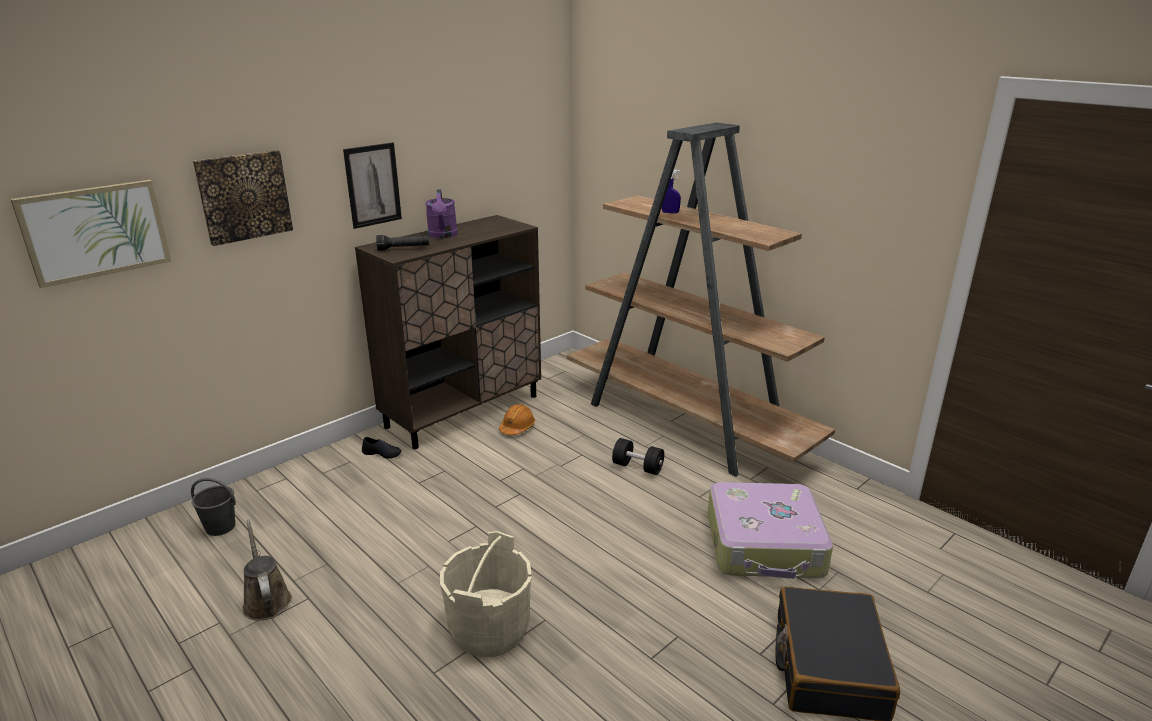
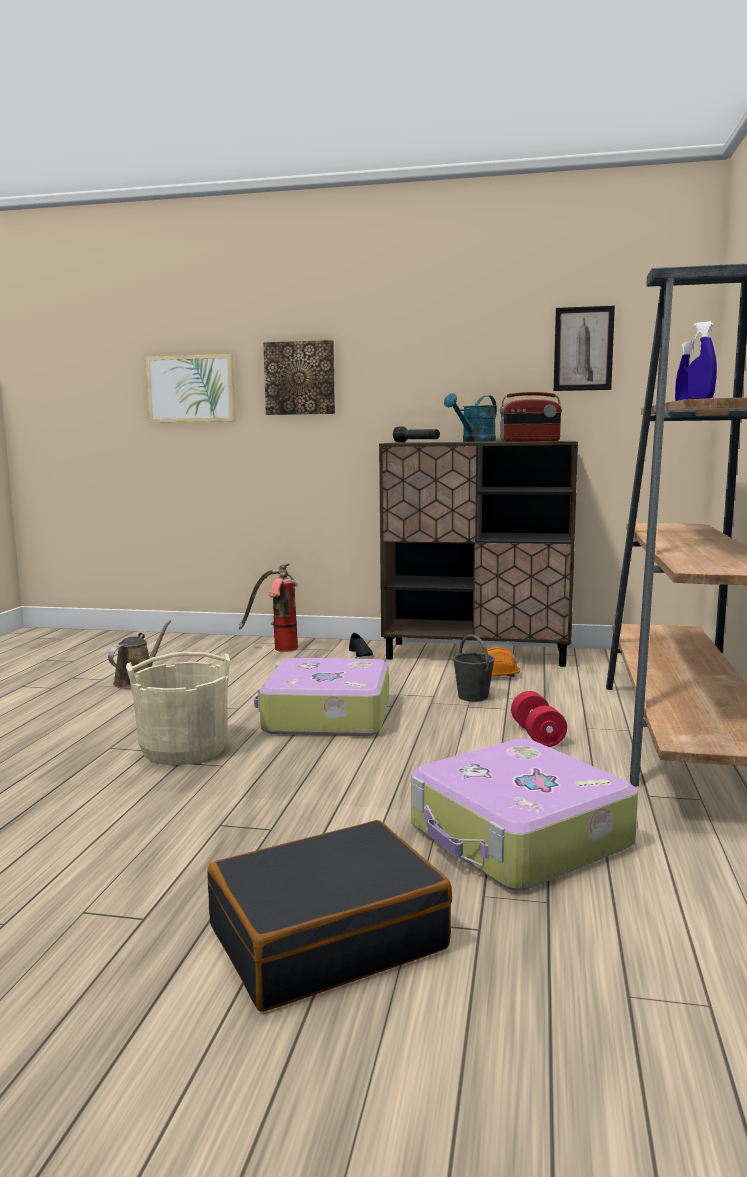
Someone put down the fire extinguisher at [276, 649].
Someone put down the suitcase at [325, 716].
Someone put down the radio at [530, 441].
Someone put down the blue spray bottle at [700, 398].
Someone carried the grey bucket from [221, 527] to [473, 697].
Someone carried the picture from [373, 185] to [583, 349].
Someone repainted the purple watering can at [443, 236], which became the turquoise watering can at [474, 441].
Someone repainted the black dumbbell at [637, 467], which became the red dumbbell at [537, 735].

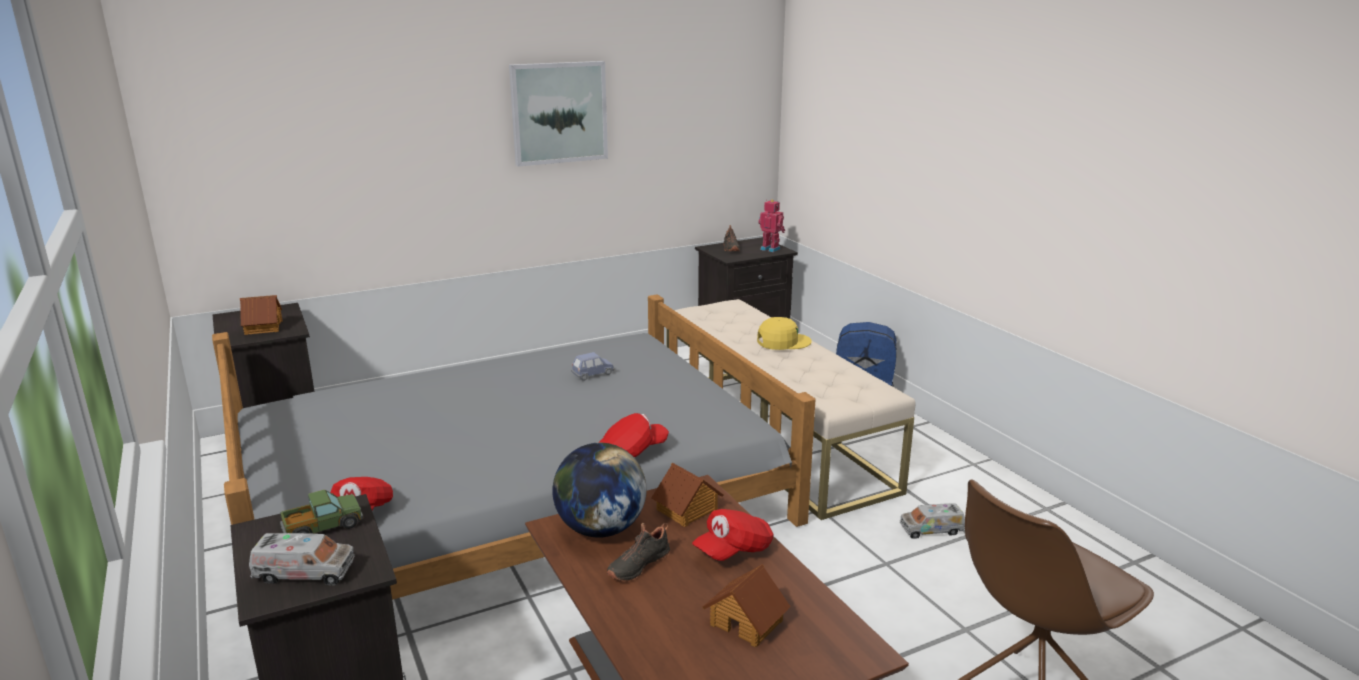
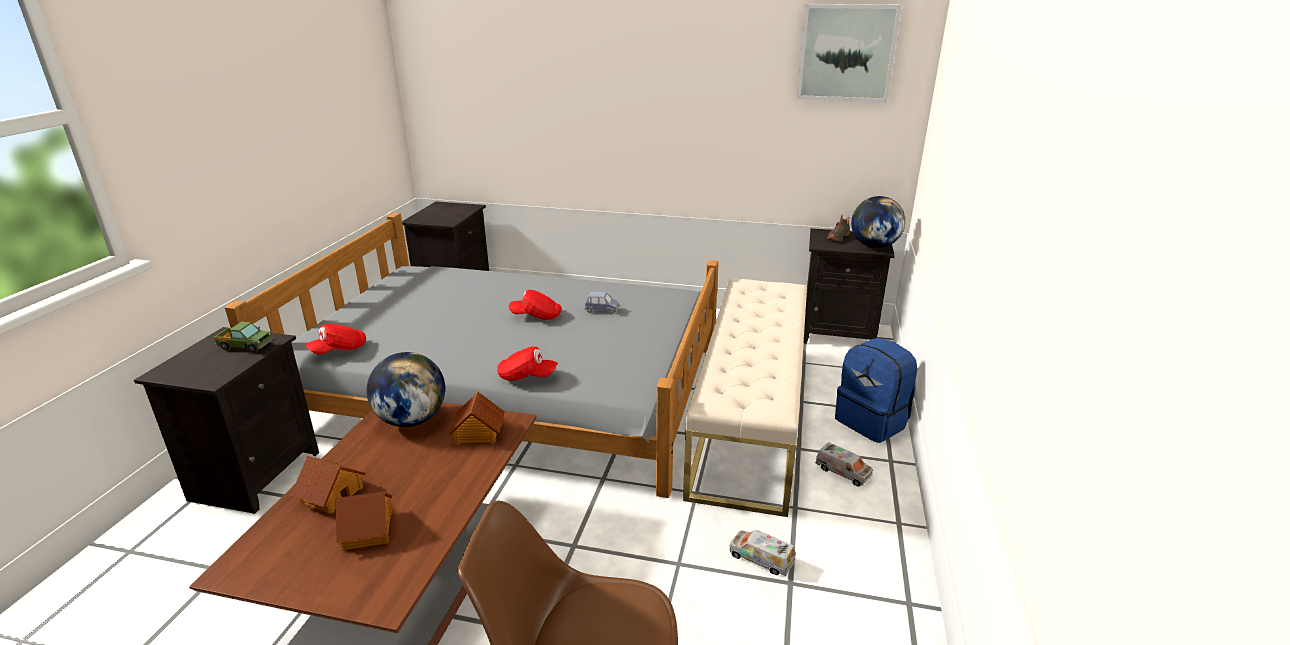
Someone took away the black shoe at [637, 565].
Someone took away the yellow cap at [783, 342].
Someone carried the toy house from [263, 327] to [331, 494].
Someone carried the toy truck from [305, 572] to [843, 472].
Someone carried the picture from [559, 112] to [846, 53].
Someone carried the red cap from [733, 550] to [536, 316].
Someone swapped the toy robot at [771, 249] for the globe at [874, 246].

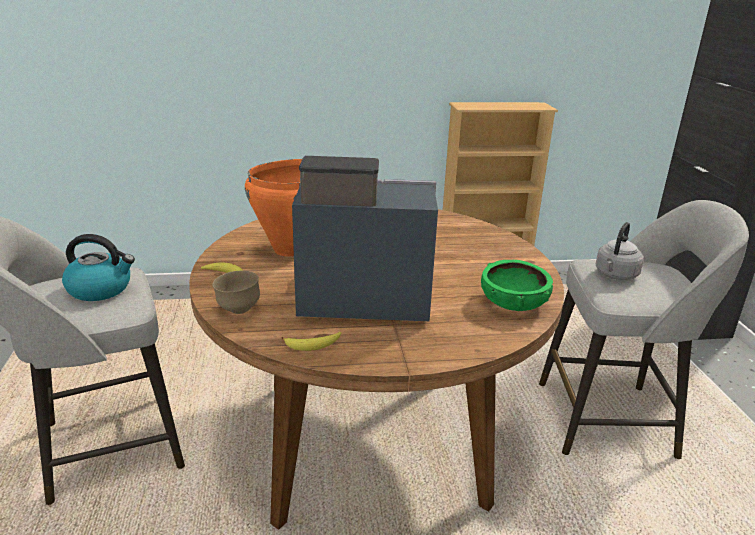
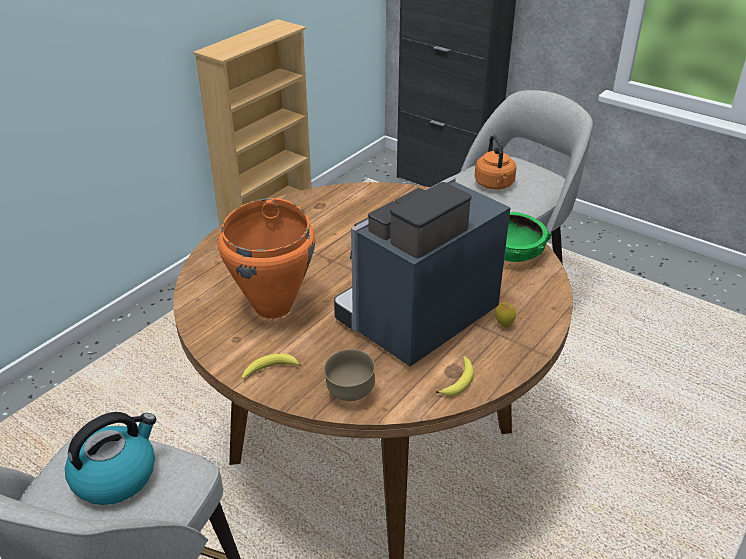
Someone put down the lemon at [504, 325].
Someone repainted the grey kettle at [615, 275], which became the orange kettle at [494, 185].

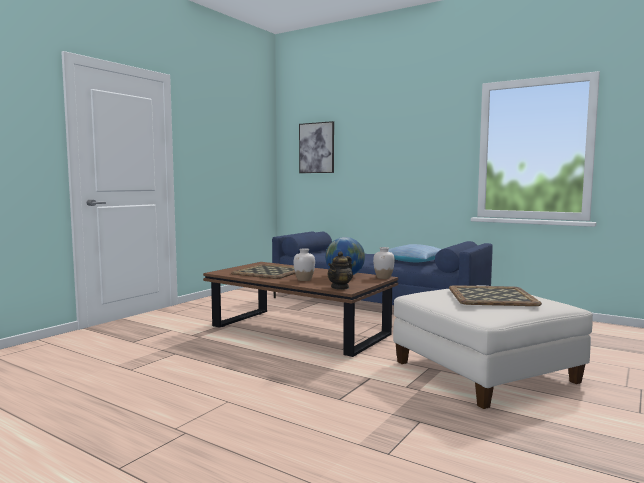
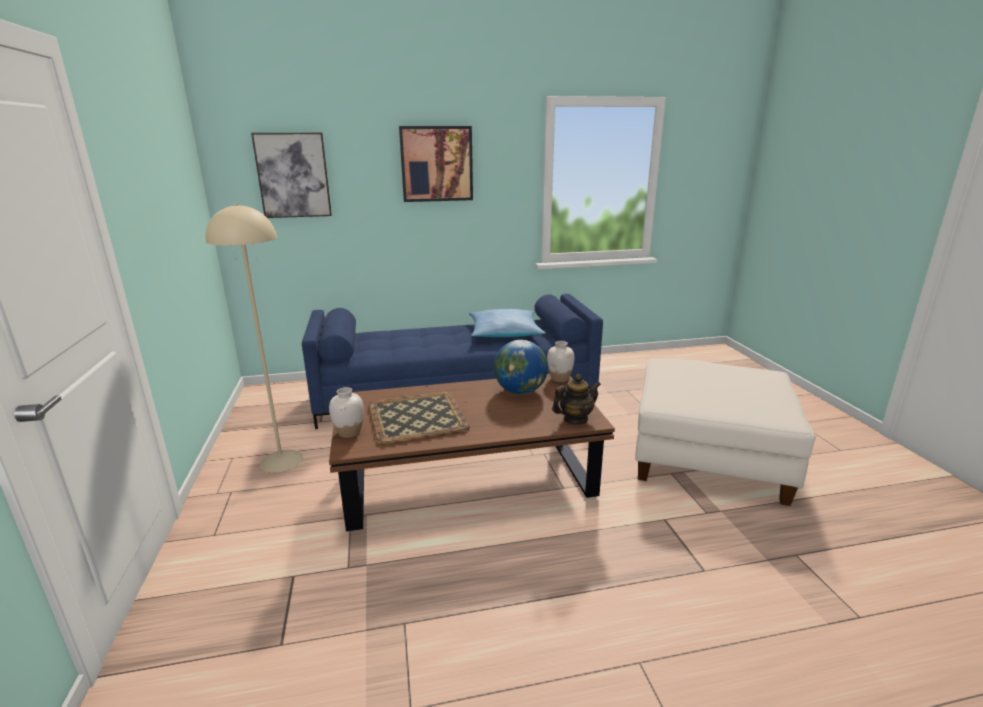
Someone took away the tray at [492, 297].
Someone put down the beige floor lamp at [281, 460].
Someone put up the picture at [436, 164].
Someone carried the white vase from [304, 279] to [349, 432].
Someone rotated the teapot at [340, 287] by 105 degrees counterclockwise.

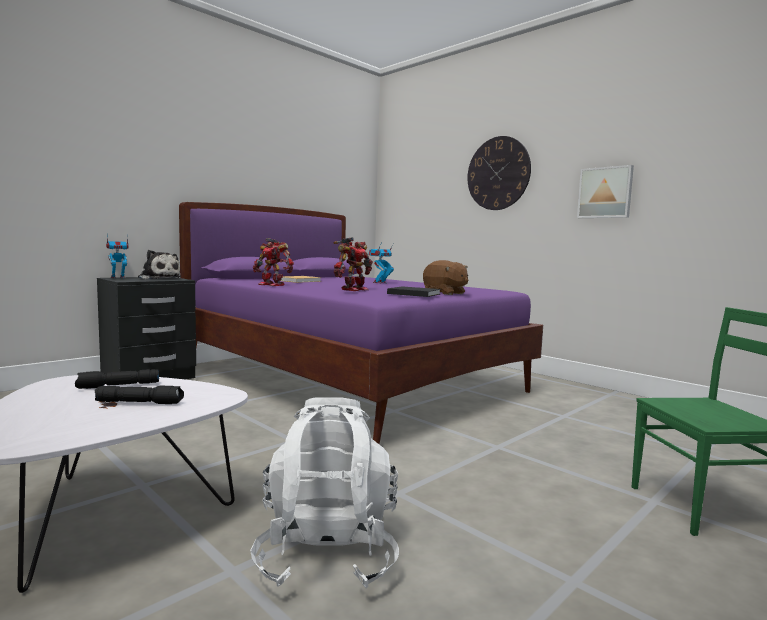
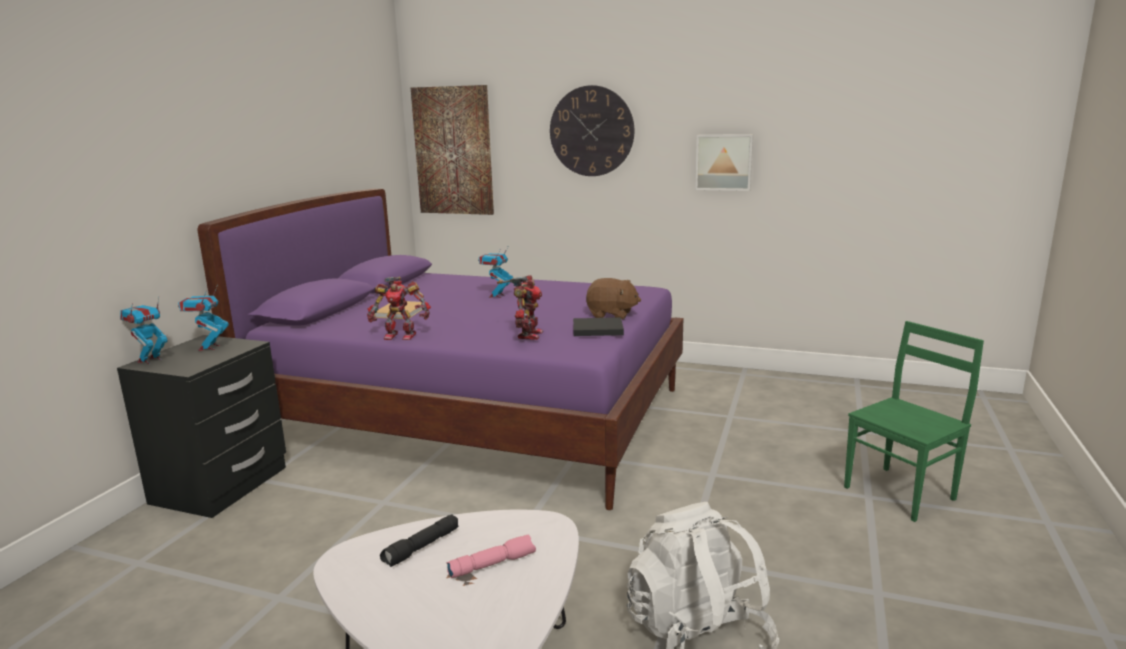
Someone put up the picture at [453, 151].
Someone swapped the plush toy at [158, 278] for the toy robot at [209, 347].
Someone repainted the black flashlight at [140, 403], which became the pink flashlight at [492, 564].

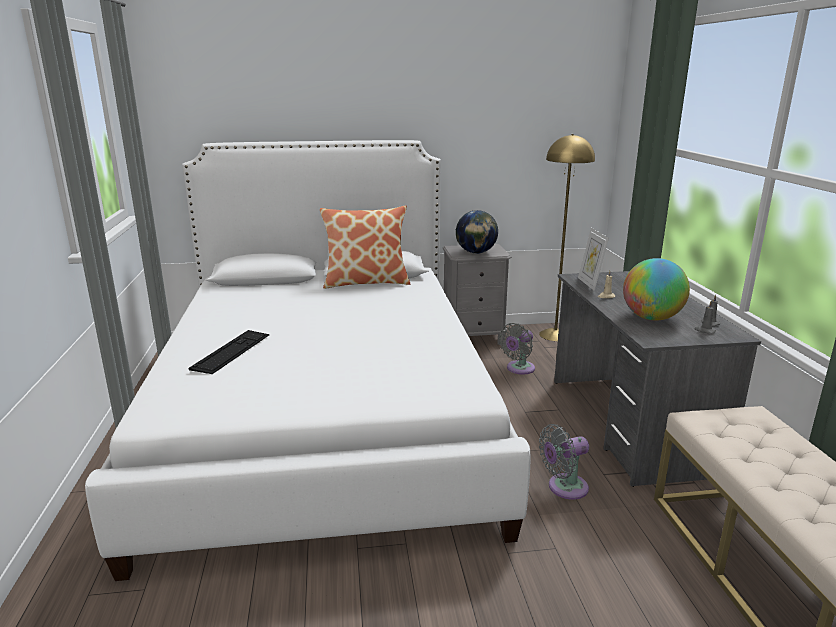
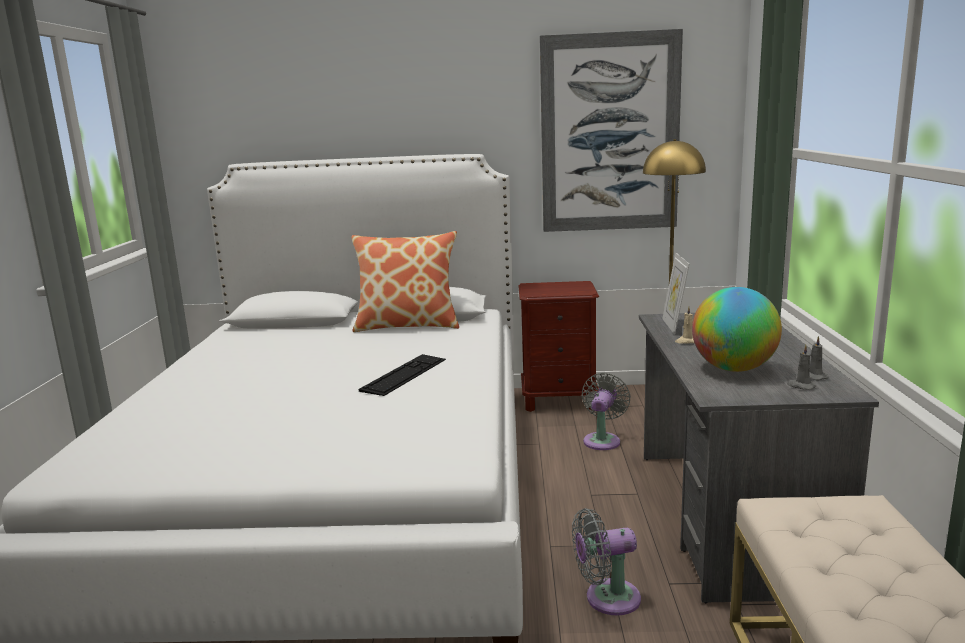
Someone took away the globe at [476, 253].
Someone put up the picture at [609, 134].
Someone carried the keyboard from [231, 351] to [404, 374].
Someone repainted the grey nightstand at [474, 338], which became the brown nightstand at [559, 400].
Someone rotated the grey fan at [518, 369] by 150 degrees clockwise.

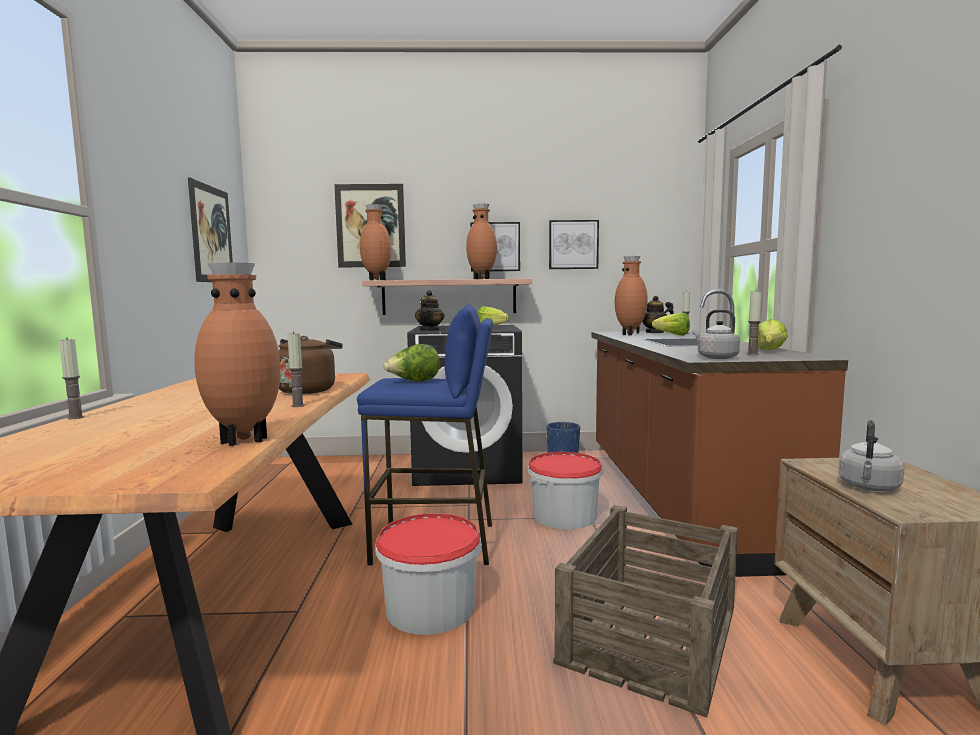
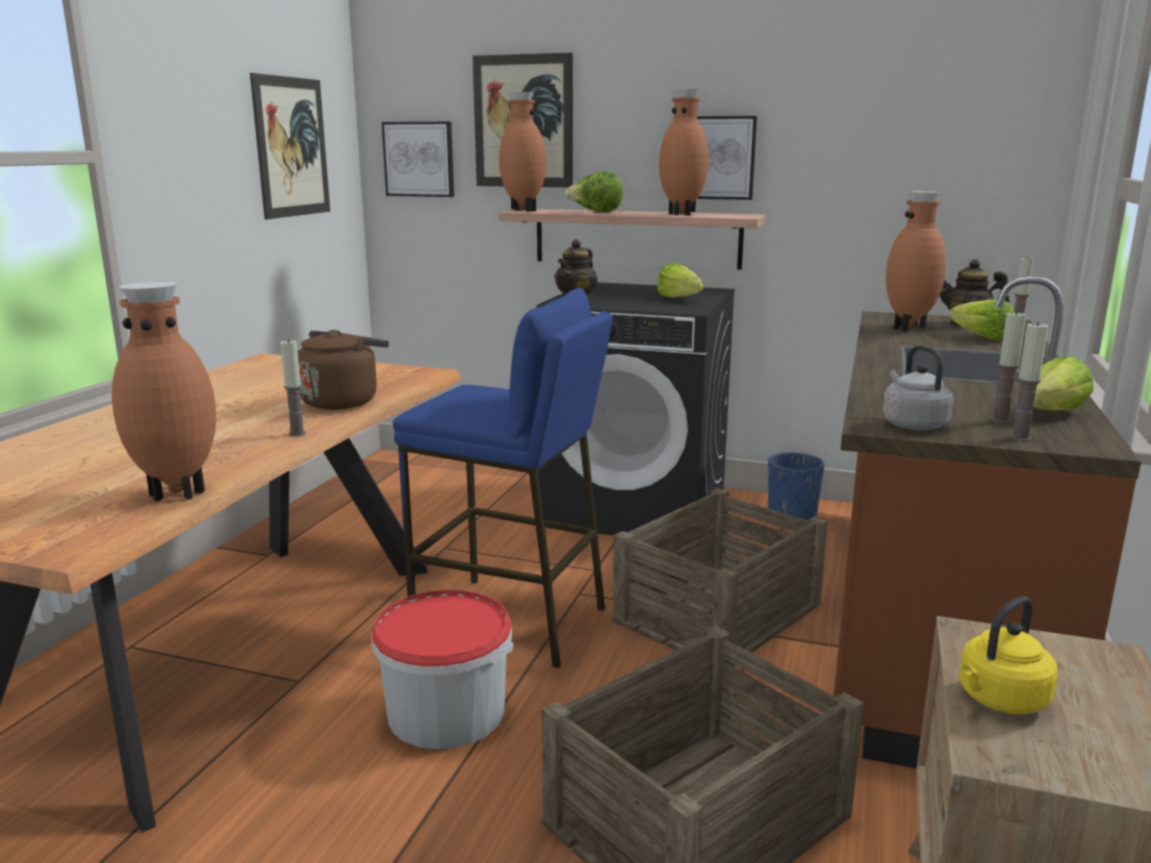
Someone carried the candle from [76, 417] to [1020, 438].
Someone carried the lettuce from [414, 382] to [596, 212].
Someone carried the picture from [573, 245] to [419, 159].
Someone swapped the bucket at [564, 516] for the crate at [719, 613].
Someone repainted the grey kettle at [869, 487], which became the yellow kettle at [999, 700].

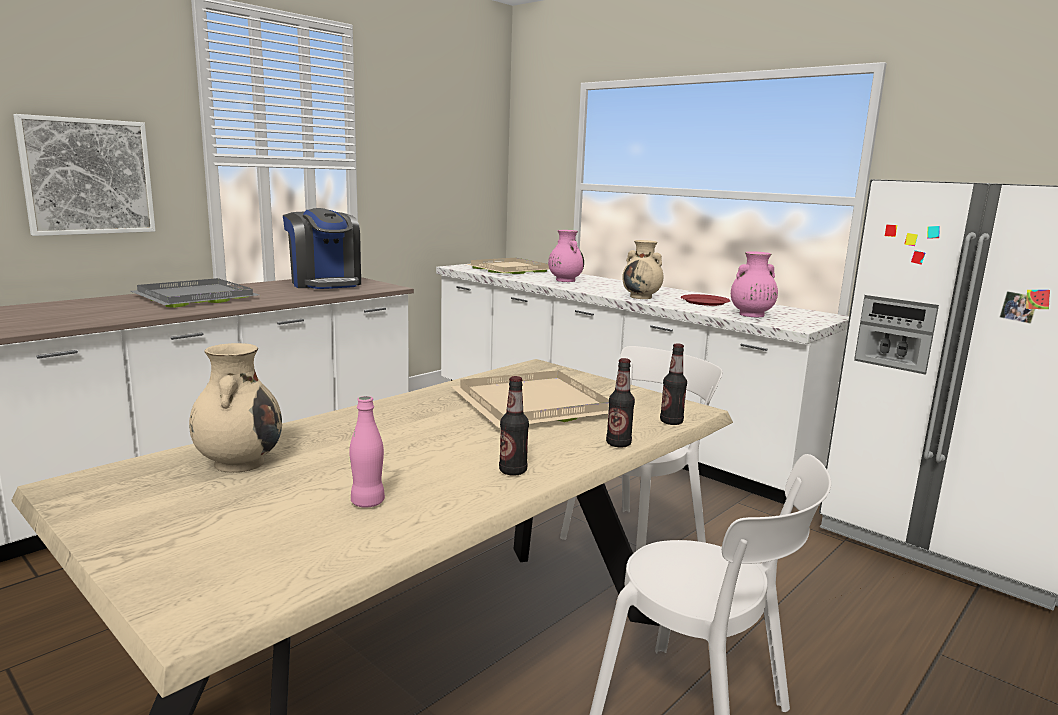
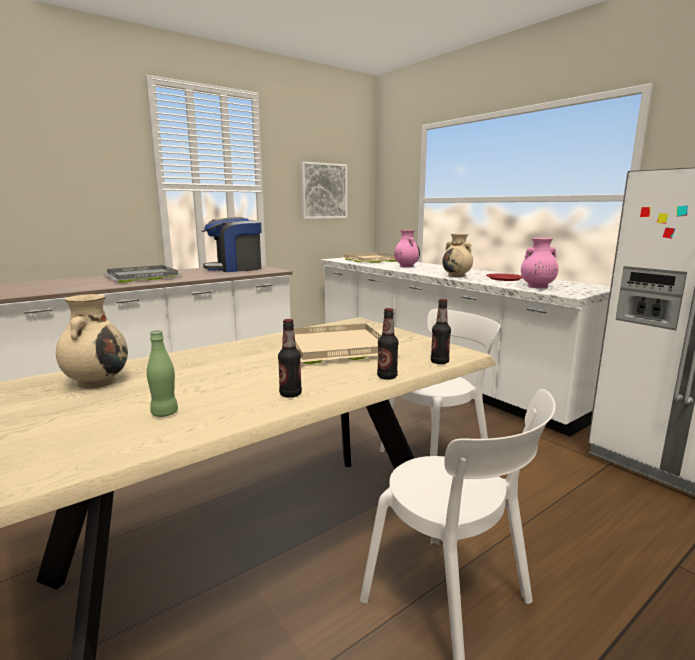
Someone carried the picture from [88, 176] to [323, 191].
Someone repainted the pink bottle at [367, 502], which became the green bottle at [164, 413].
Someone rotated the coffee machine at [325, 283] by 90 degrees clockwise.

